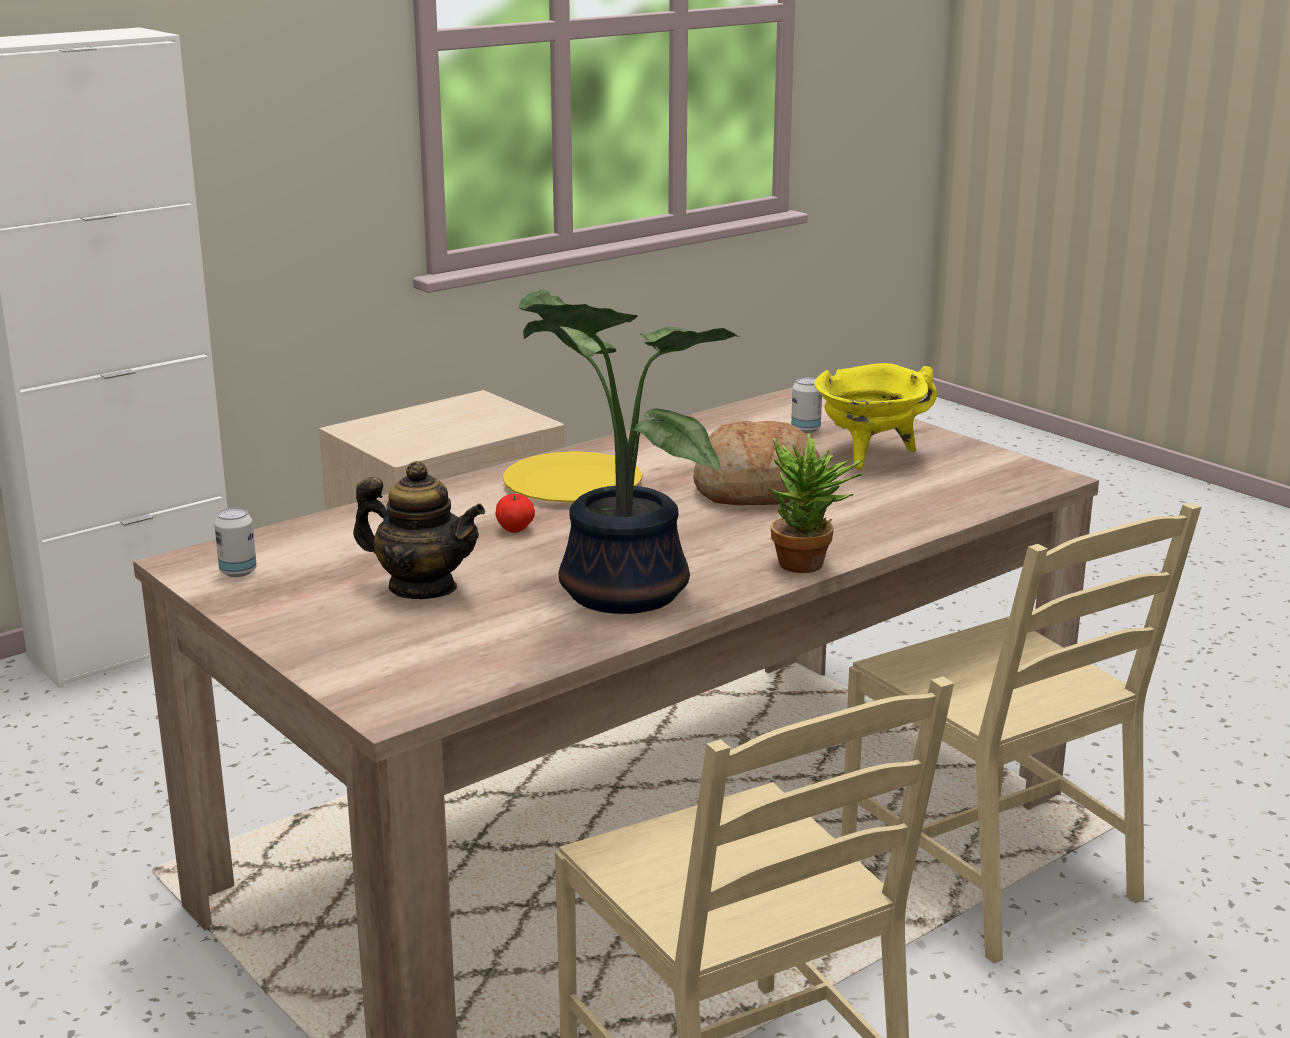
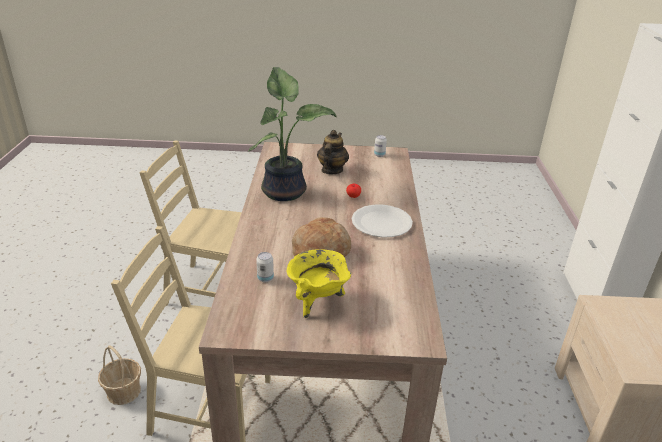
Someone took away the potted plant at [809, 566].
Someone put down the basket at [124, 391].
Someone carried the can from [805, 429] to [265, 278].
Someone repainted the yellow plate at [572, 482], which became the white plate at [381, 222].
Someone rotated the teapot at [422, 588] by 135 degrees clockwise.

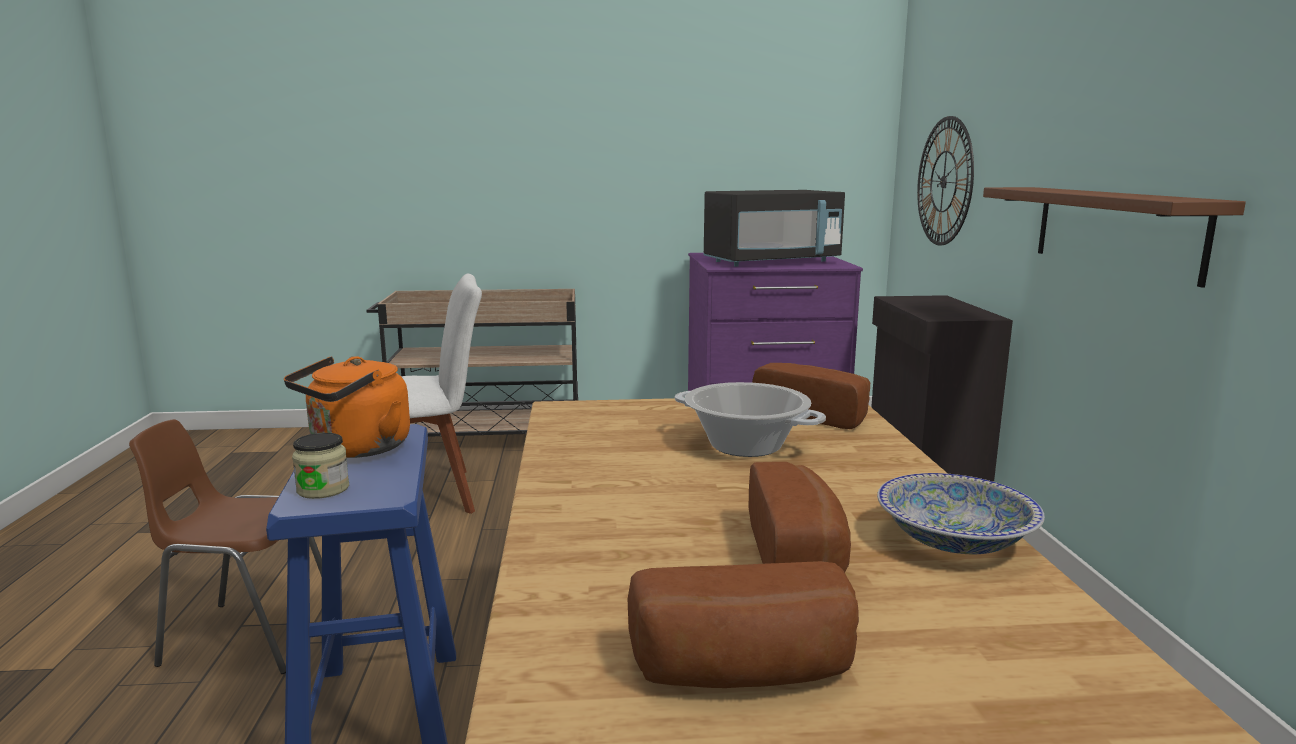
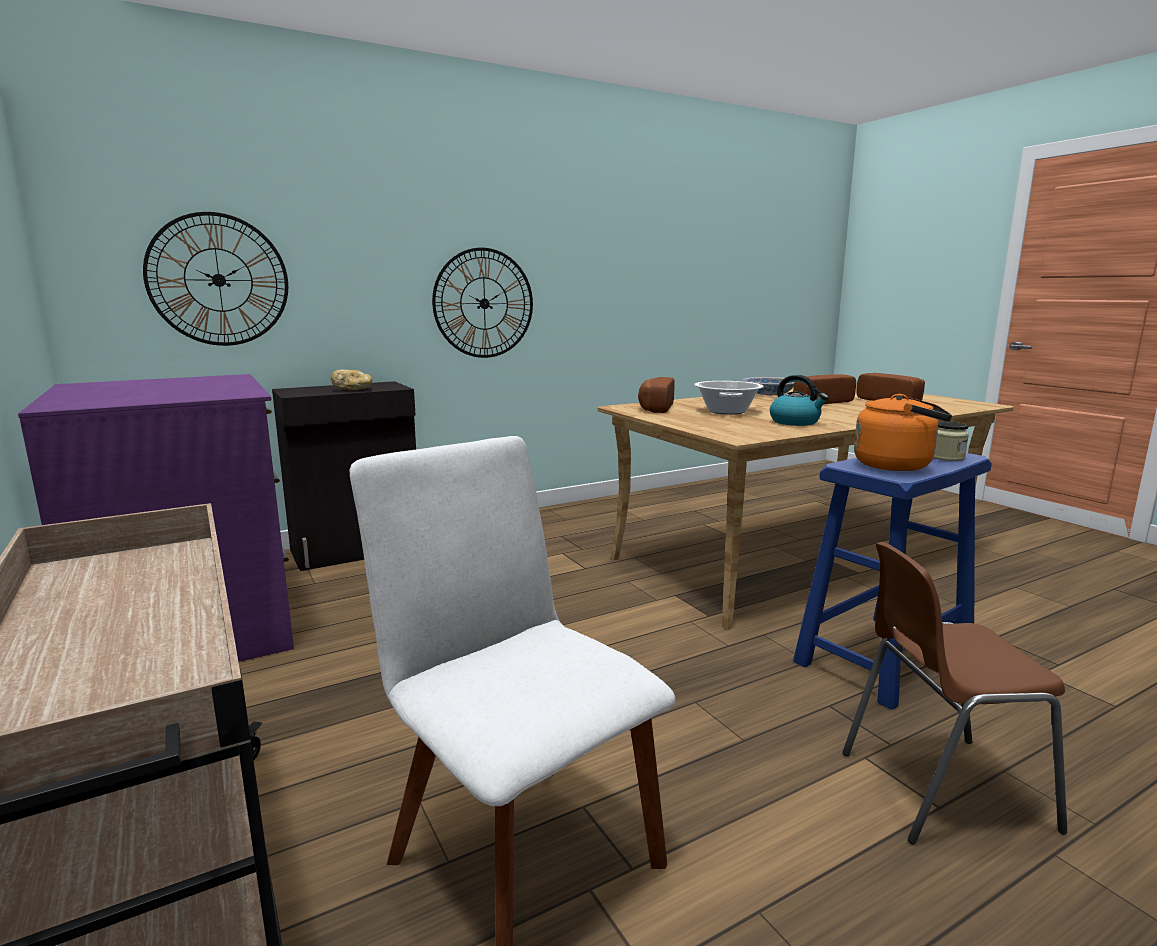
Someone took away the black microwave at [772, 262].
Someone put down the bread at [353, 390].
Someone put down the kettle at [795, 422].
Someone swapped the brown shelf at [1115, 230] for the wall clock at [484, 303].
Someone rotated the brown chair at [247, 635] by 105 degrees clockwise.

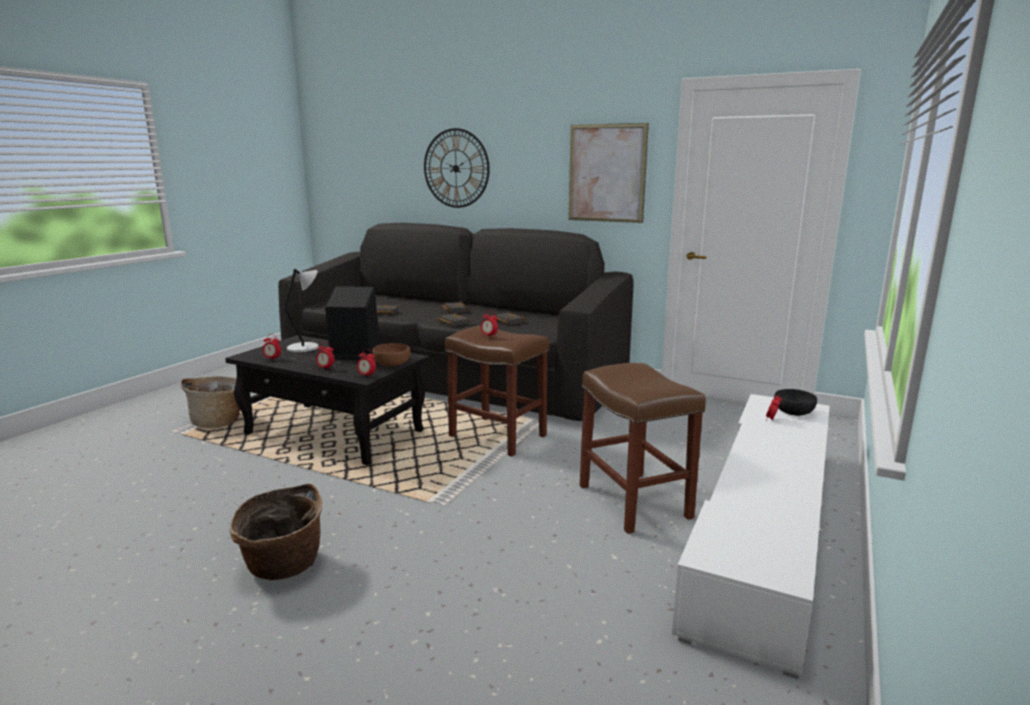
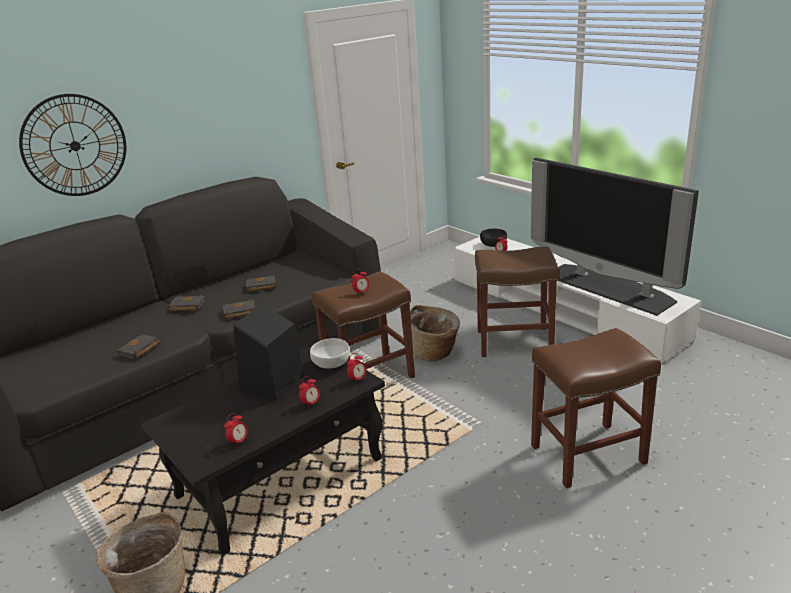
Someone took away the grey table lamp at [305, 348].
Someone took away the picture at [606, 173].
Someone put down the television at [608, 287].
Someone put down the brown stool at [586, 455].
Someone carried the basket from [283, 567] to [435, 353].
Someone repainted the brown bowl at [391, 364], which became the white bowl at [332, 363].

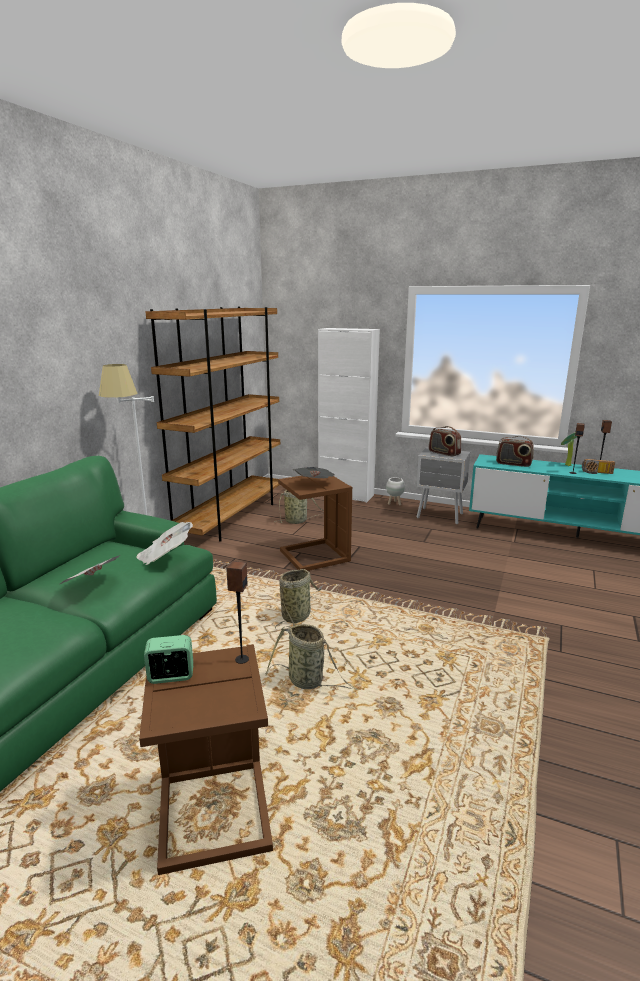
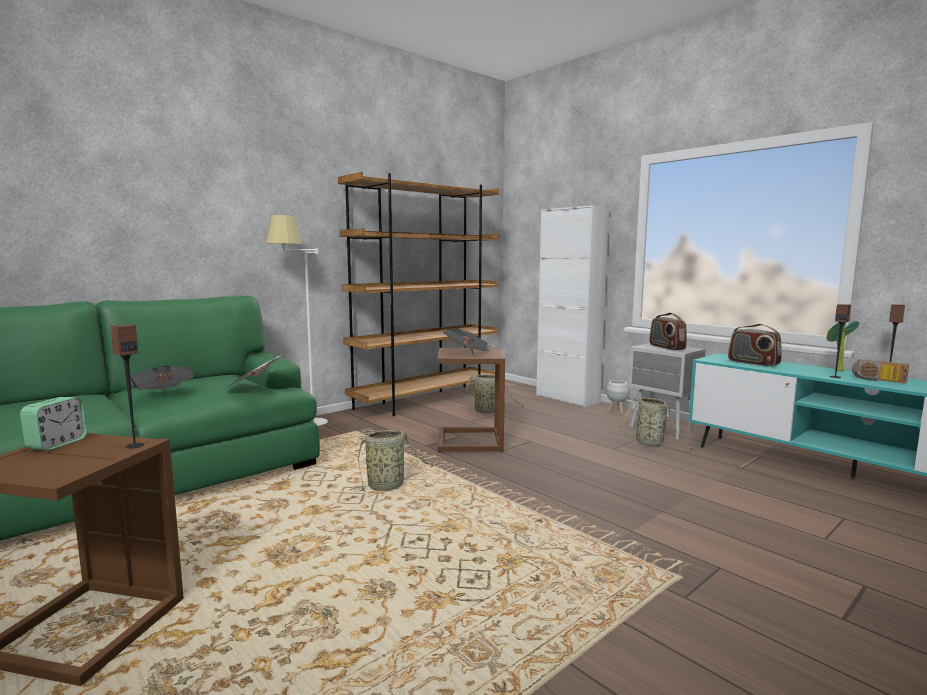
Someone carried the basket from [308, 682] to [651, 444].
Someone rotated the alarm clock at [171, 676] by 90 degrees clockwise.

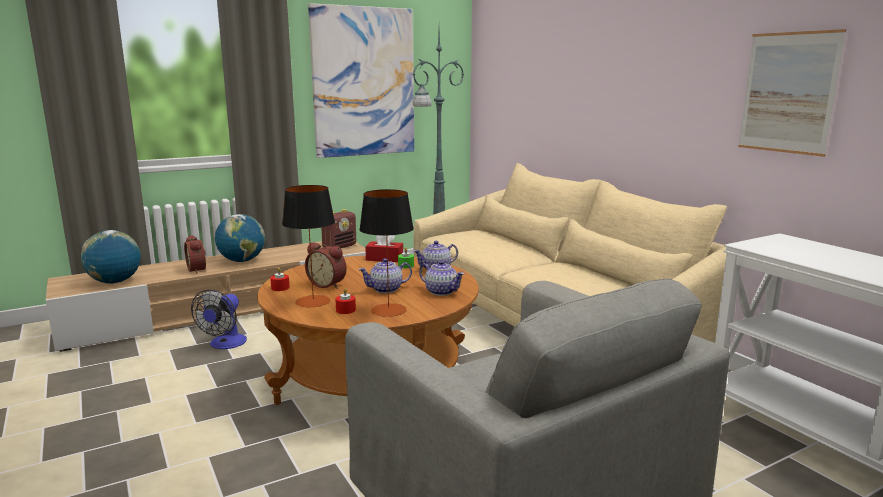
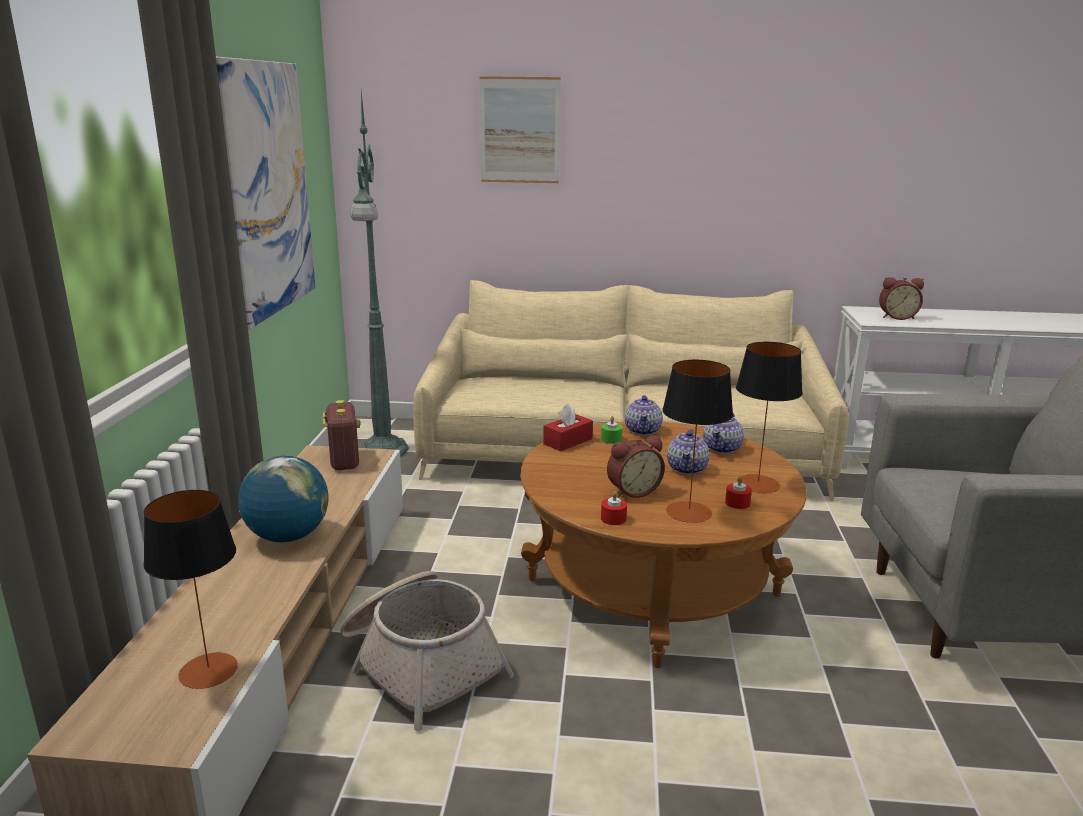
Someone carried the alarm clock from [198, 269] to [896, 317].
Someone carried the picture from [788, 93] to [519, 130].
Someone swapped the globe at [115, 282] for the table lamp at [208, 670].
Someone swapped the fan at [225, 344] for the basket at [420, 663].
Someone rotated the teapot at [441, 291] by 135 degrees clockwise.

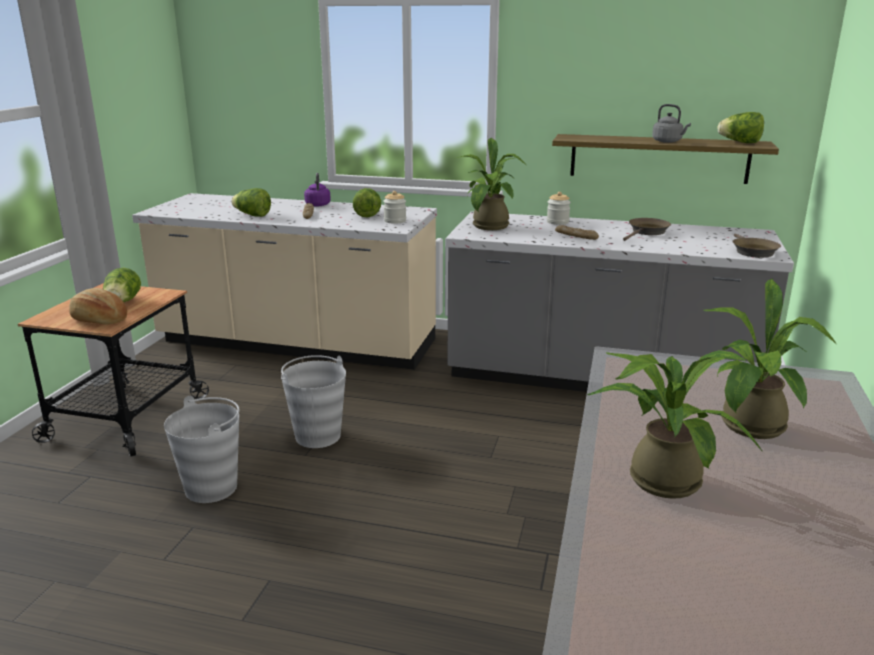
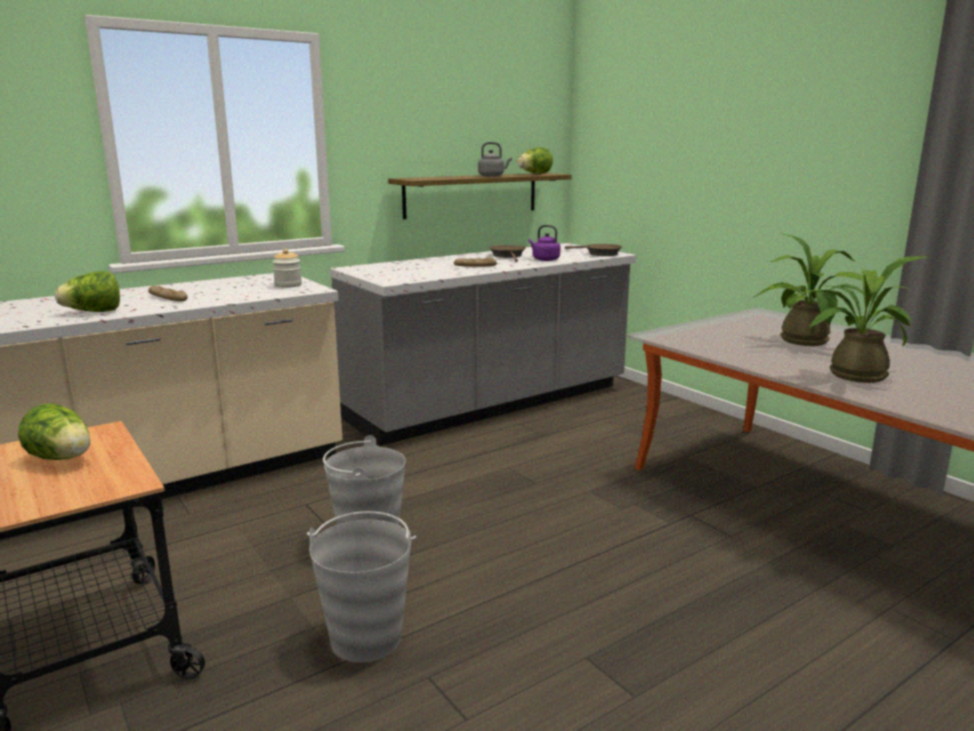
Someone took away the bread at [99, 320].
Someone took away the lettuce at [367, 214].
Someone took away the potted plant at [489, 227].
Someone took away the jar at [557, 222].
Someone carried the purple kettle from [318, 204] to [544, 259].

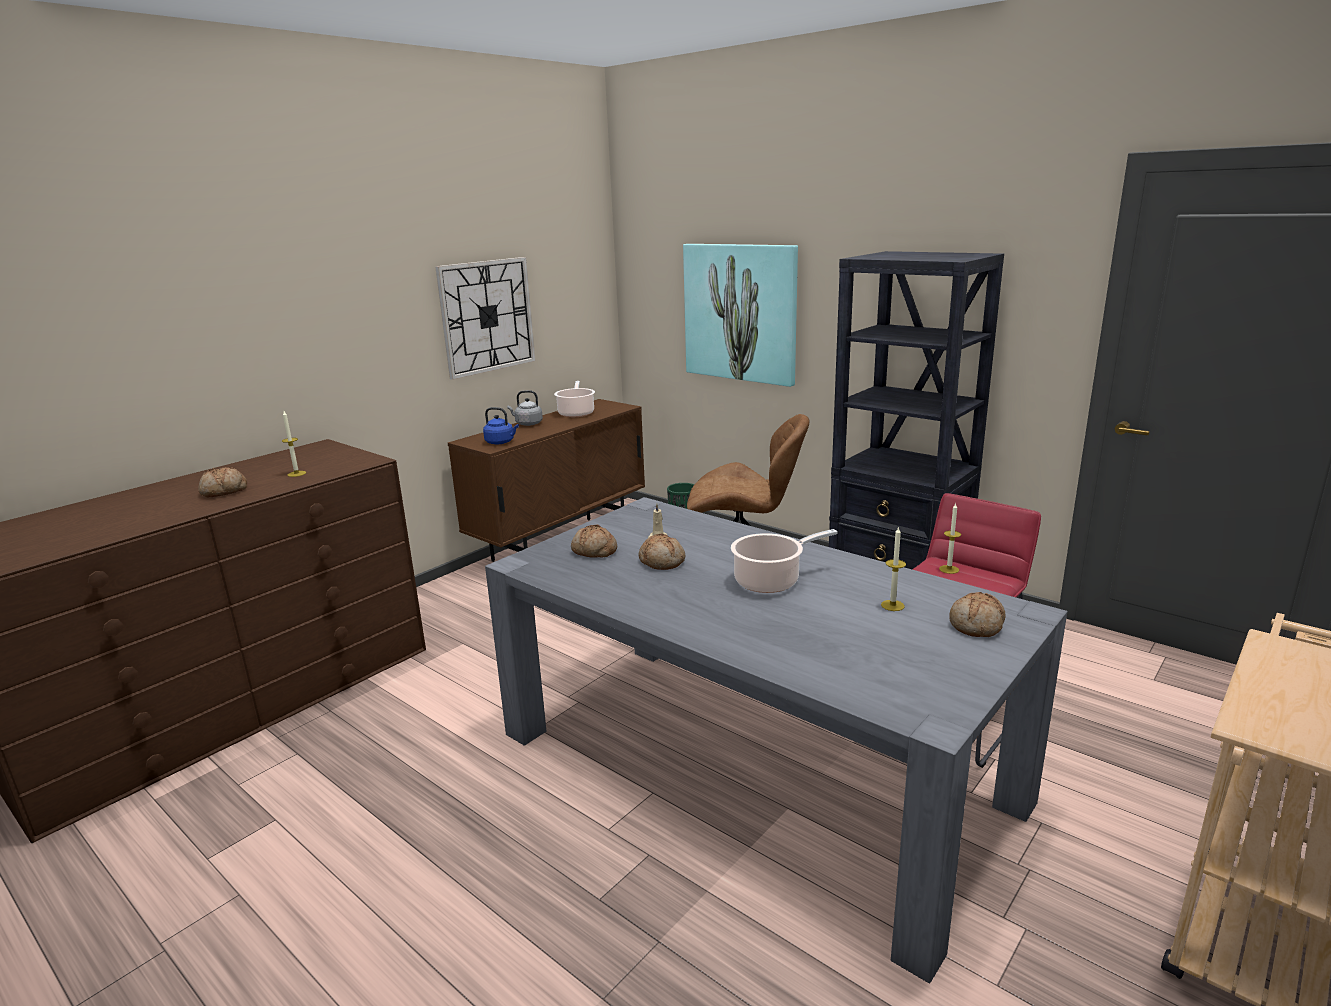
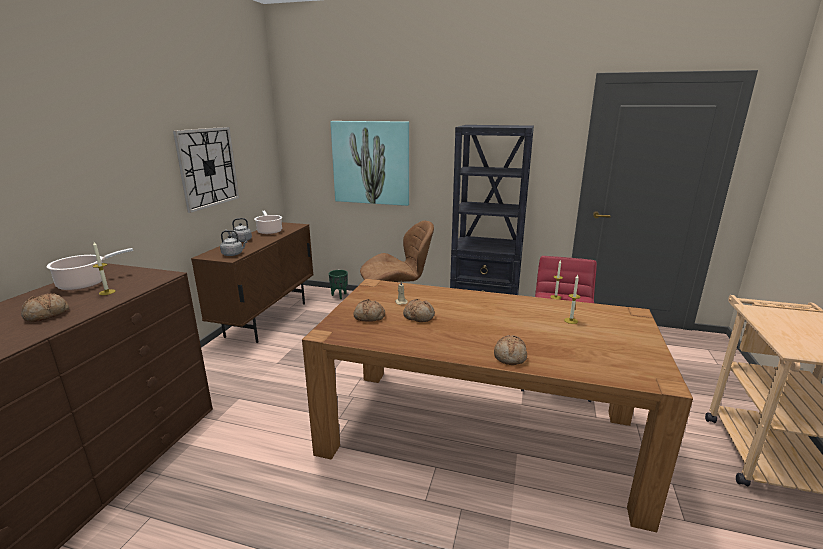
Someone carried the cooking pot from [771, 581] to [85, 283].
Someone carried the bread from [977, 625] to [510, 356].
Someone repainted the blue kettle at [501, 442], which became the grey kettle at [233, 254].
Someone repainted the grey dining table at [751, 766], which became the brown dining table at [480, 433].

